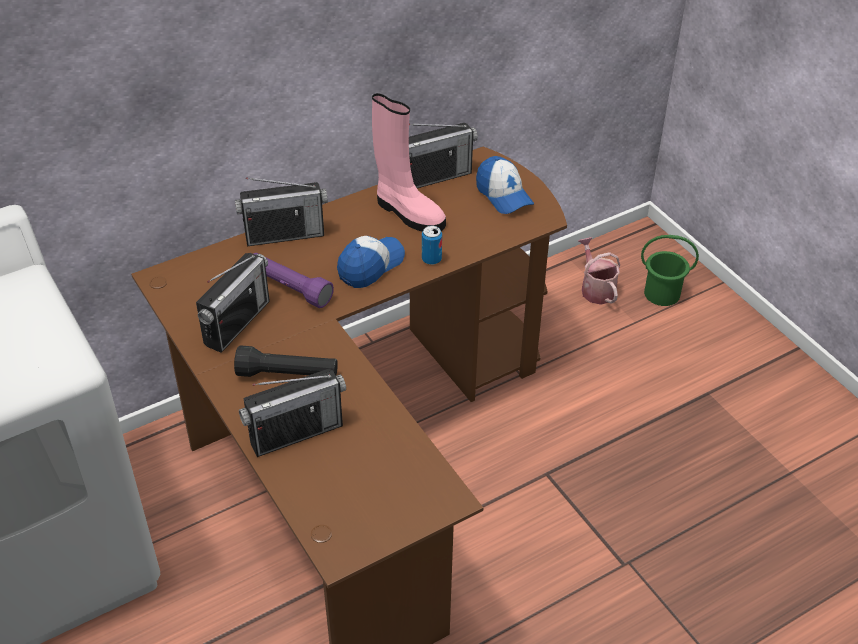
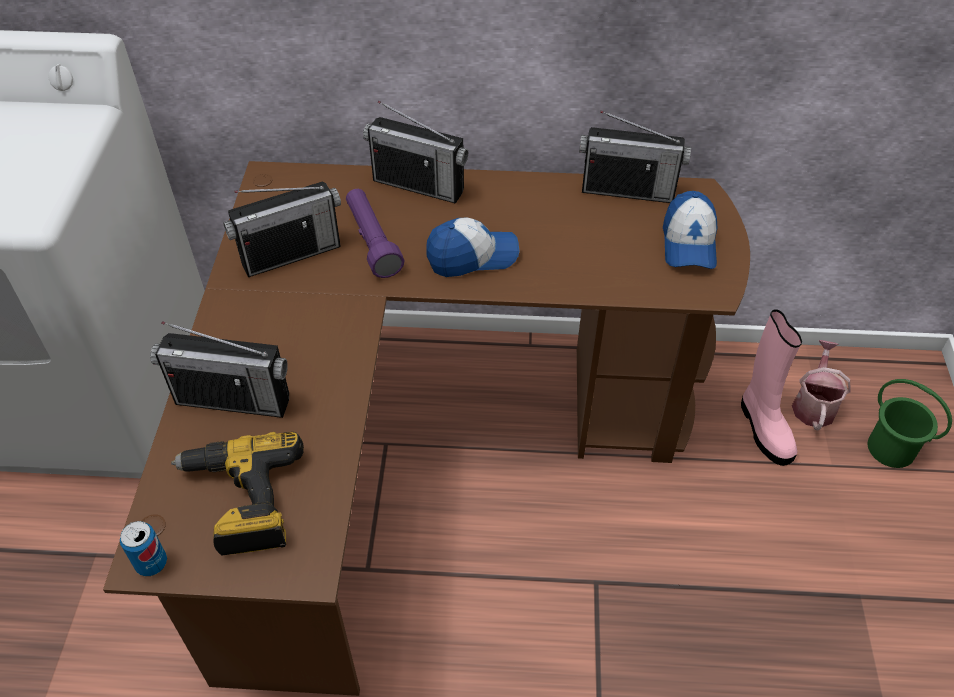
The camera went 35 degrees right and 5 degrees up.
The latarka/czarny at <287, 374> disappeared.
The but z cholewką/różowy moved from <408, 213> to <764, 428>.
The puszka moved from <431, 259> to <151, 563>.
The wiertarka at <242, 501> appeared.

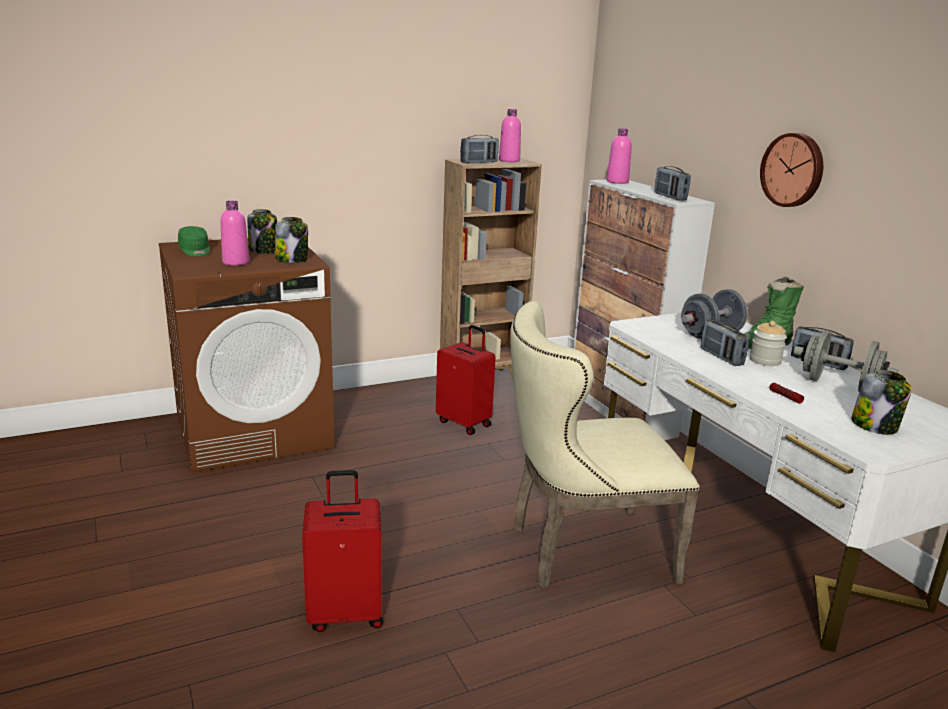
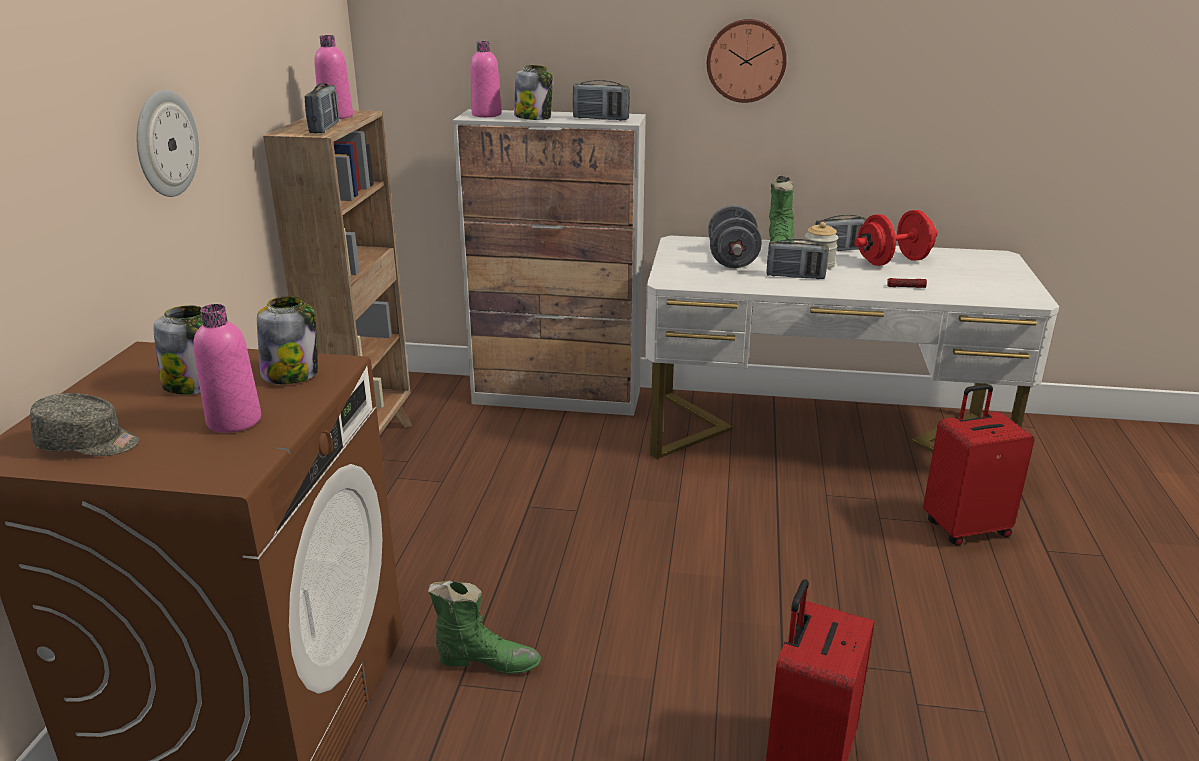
The camera went 55 degrees left and 5 degrees up.
The czapka z daszkiem/zielony at <195, 251> became the czapka z daszkiem/szary at <89, 444>.
The walizka/czerwony moved from <465, 423> to <965, 528>.
The krzesło/beżowy at <580, 551> disappeared.
The hantel/szary at <838, 385> became the hantel/czerwony at <893, 261>.
The słoik moved from <875, 426> to <533, 117>.
The zegar ścienny at <165, 143> appeared.
The but z cholewką/zielony at <486, 661> appeared.

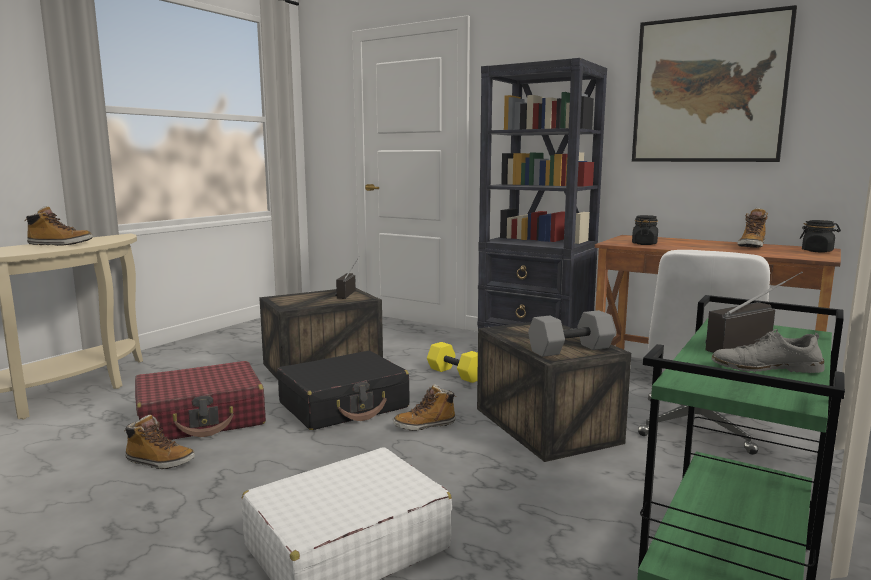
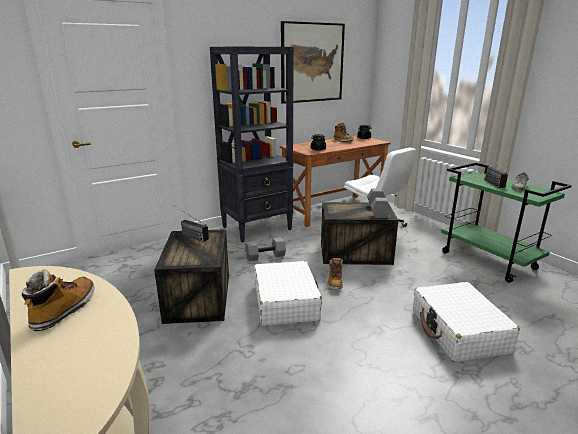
The camera went 65 degrees left and 10 degrees up.
The but z cholewką at <159, 462> disappeared.
The walizka/czerwony at <202, 418> disappeared.
The walizka/czarny at <344, 406> became the walizka/biały at <286, 302>.
The hantel/żółty at <457, 374> became the hantel/szary at <265, 256>.

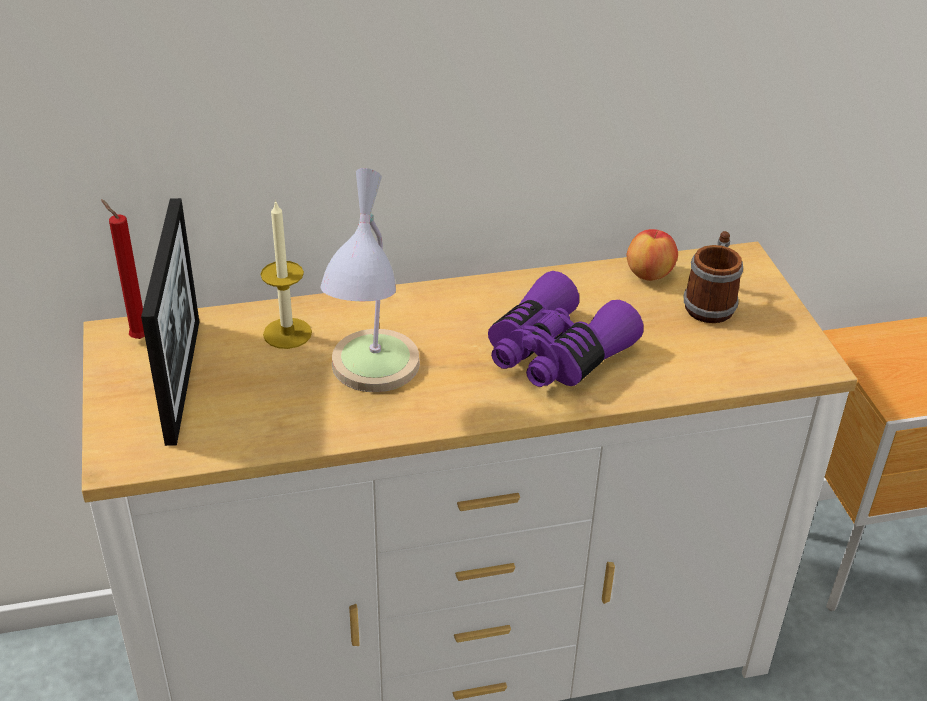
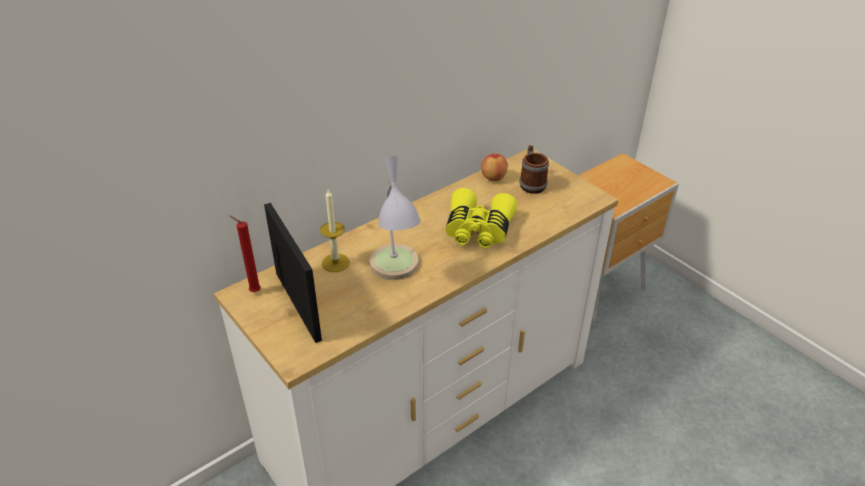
The camera went 25 degrees left and 0 degrees up.
The lornetka/fioletowy at <555, 353> became the lornetka/żółty at <478, 230>.

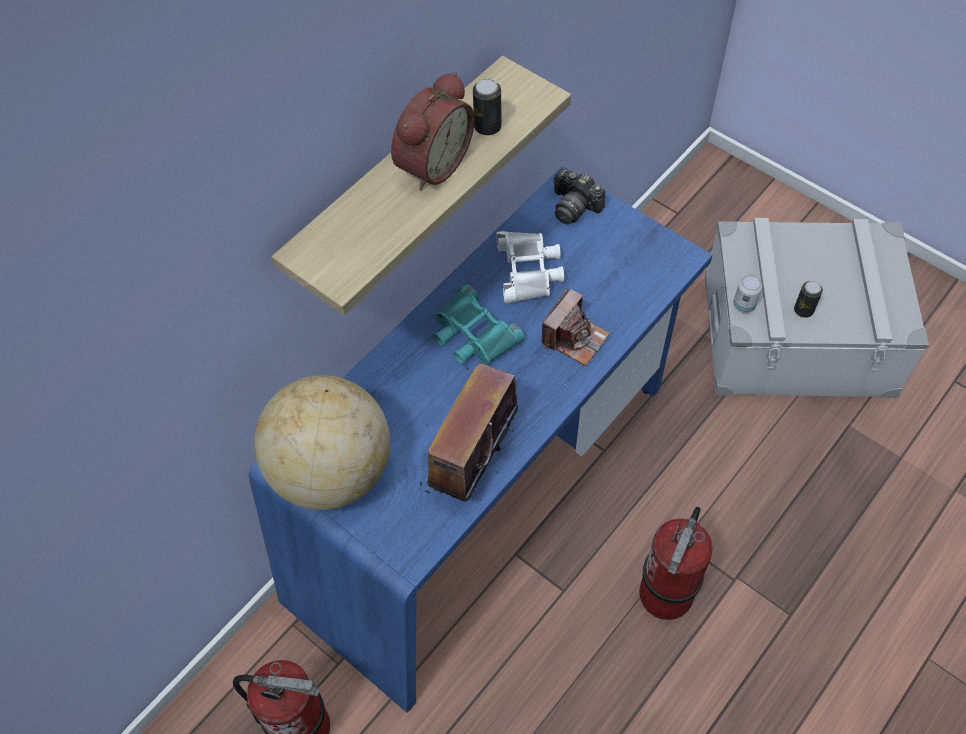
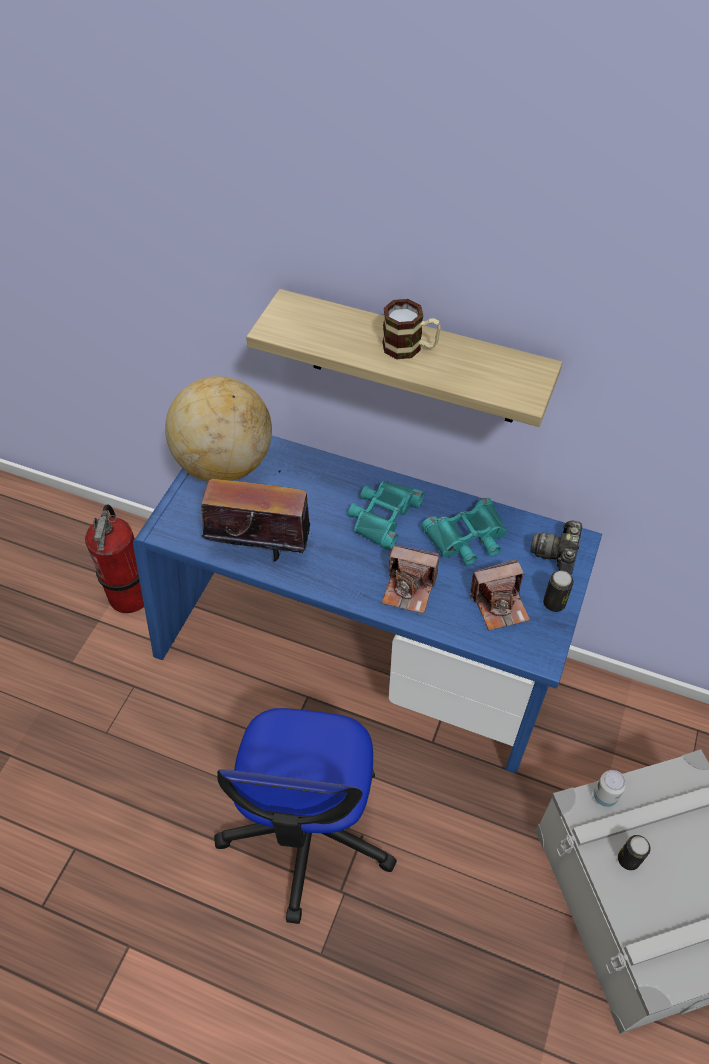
The camera went 70 degrees right and 5 degrees down.
The budzik at <431, 164> was replaced by the kubek at <410, 348>.
The puszka moved from <487, 127> to <554, 603>.
The lornetka/biały at <529, 270> became the lornetka/turkusowy at <467, 538>.
The gaśnica at <667, 593> was replaced by the krzesło biurowe at <308, 831>.
The aparat fotograficzny at <499, 605> appeared.

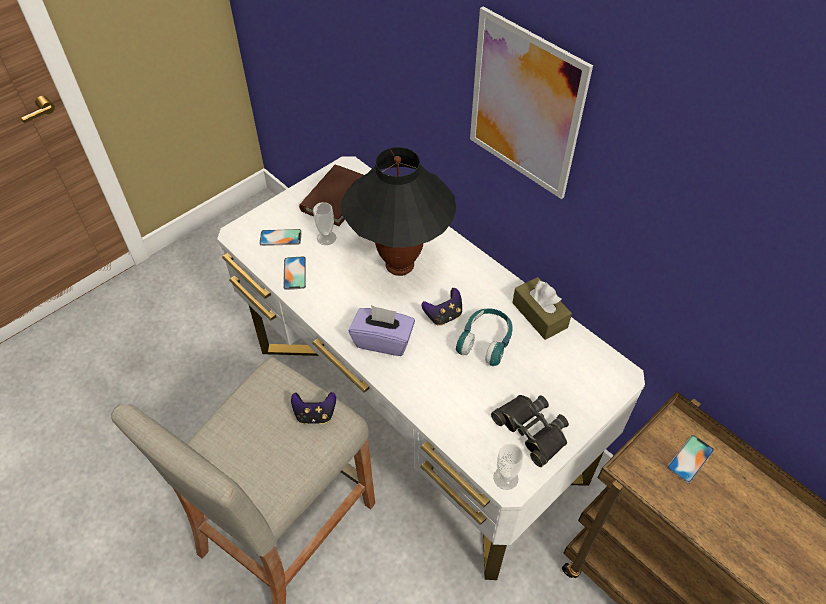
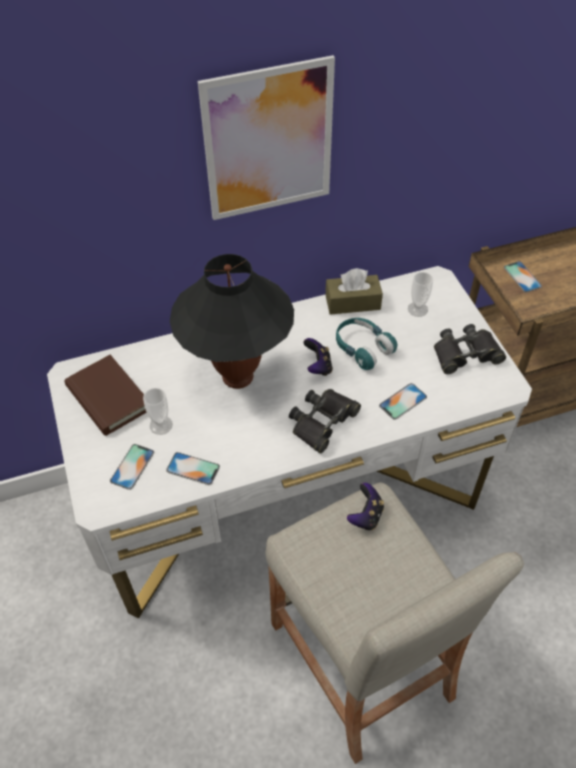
The camera went 65 degrees left and 0 degrees up.
The pudełko chusteczek/fioletowy at <383, 340> was replaced by the lornetka/czarny at <322, 422>.
The filiżanka moved from <505, 478> to <417, 309>.
The telefon at <403, 401> appeared.

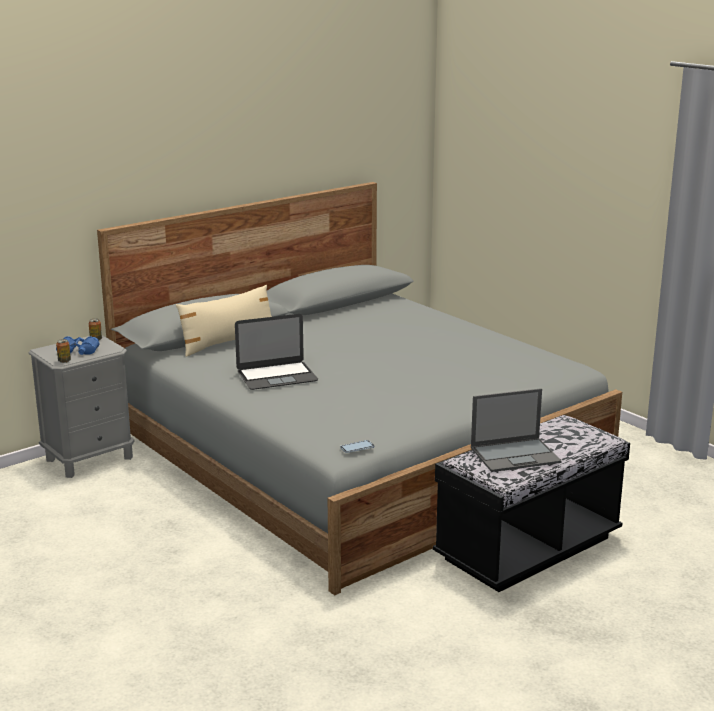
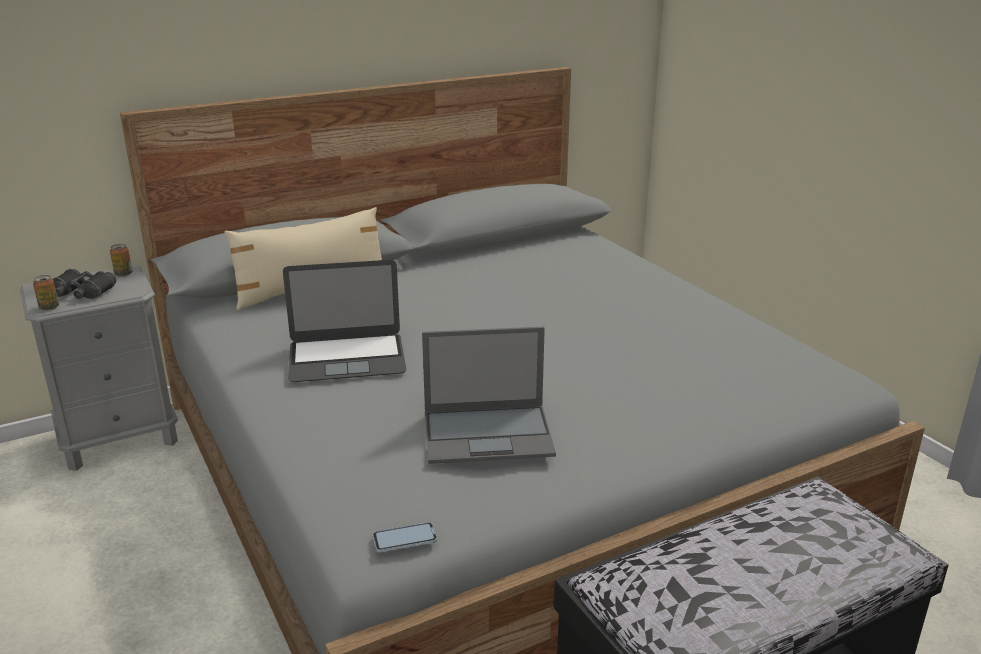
The camera went 10 degrees right and 5 degrees up.
The lornetka/niebieski at <78, 351> became the lornetka/czarny at <82, 293>.
The laptop moved from <516, 455> to <489, 433>.

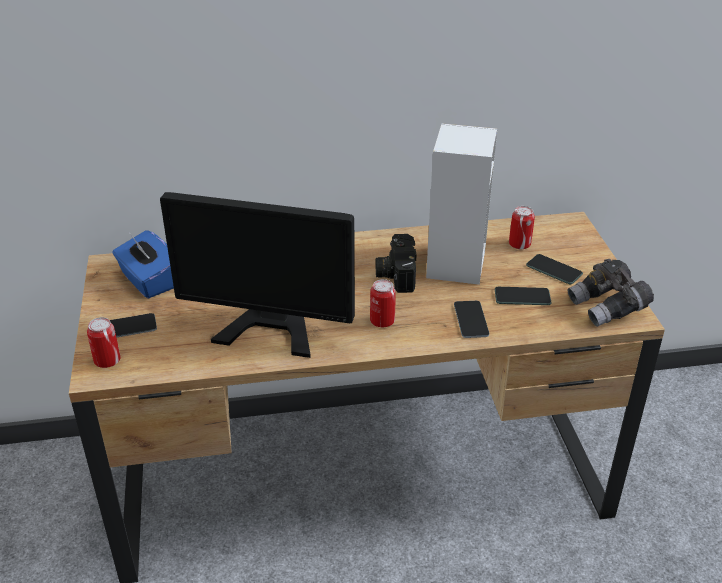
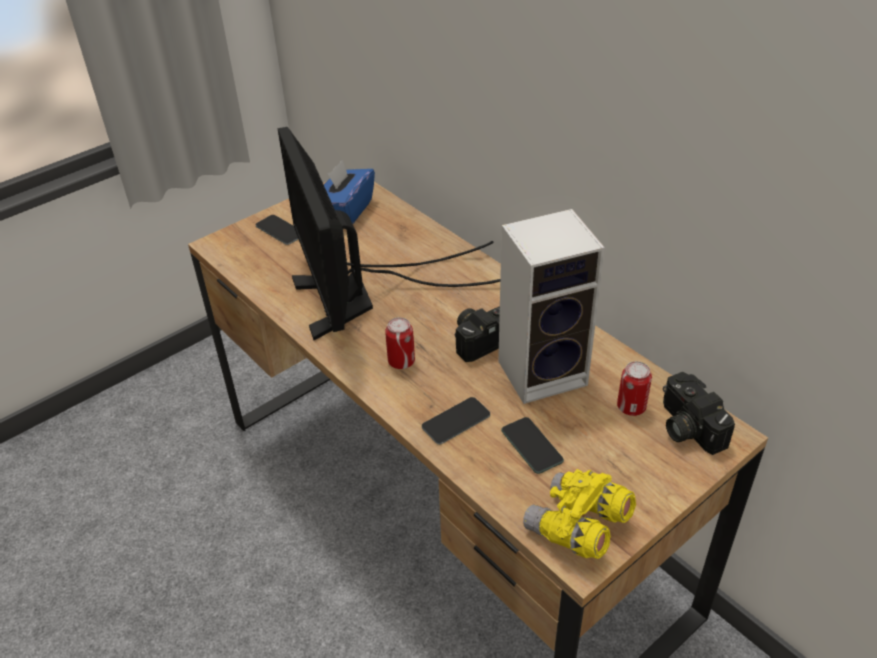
The camera went 60 degrees right and 5 degrees up.
The puszka at <107, 361> disappeared.
The telefon at <554, 270> disappeared.
The lornetka/szary at <607, 308> became the lornetka/żółty at <577, 528>.
The aparat fotograficzny at <686, 427> appeared.

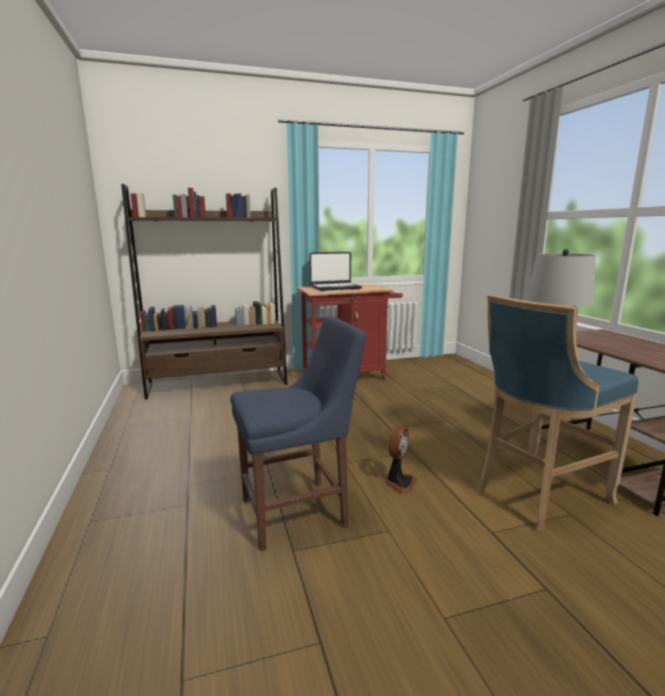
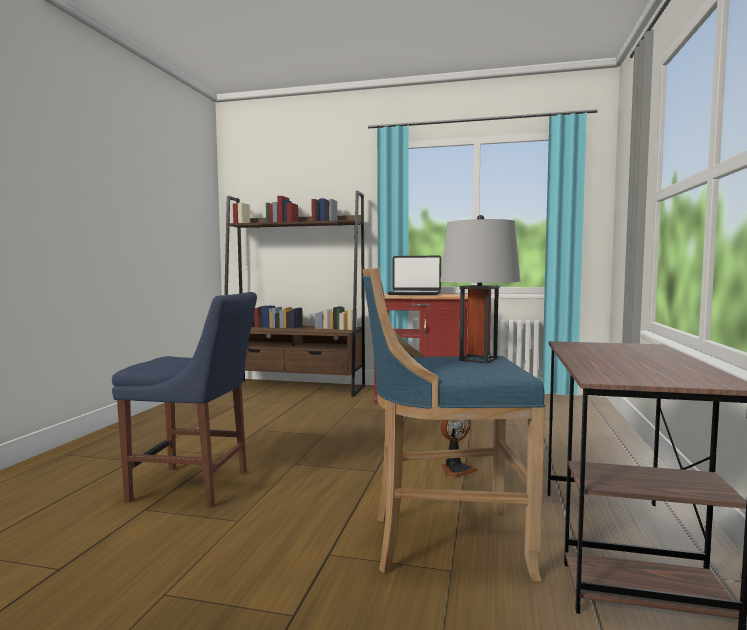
The camera went 30 degrees right and 10 degrees down.
The wentylator moved from <399, 482> to <456, 469>.

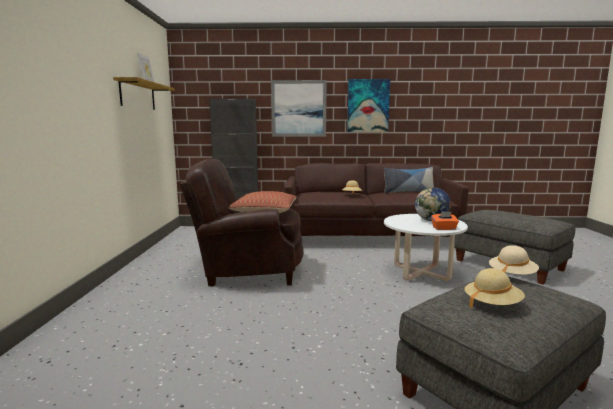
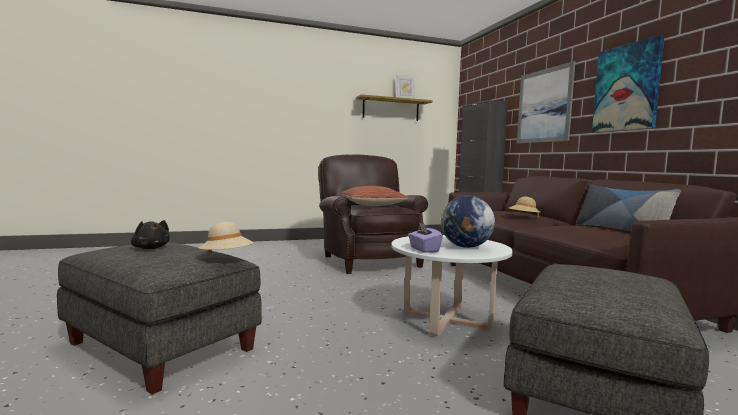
The camera went 70 degrees right and 5 degrees down.
The pudełko chusteczek/pomarańczowy at <444, 228> became the pudełko chusteczek/fioletowy at <424, 249>.
The kapelusz/beżowy at <492, 304> was replaced by the pluszak/czarny at <151, 248>.

